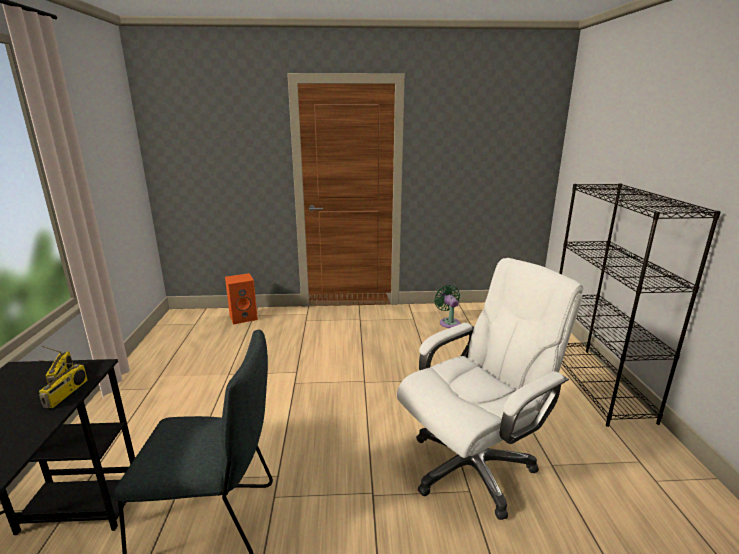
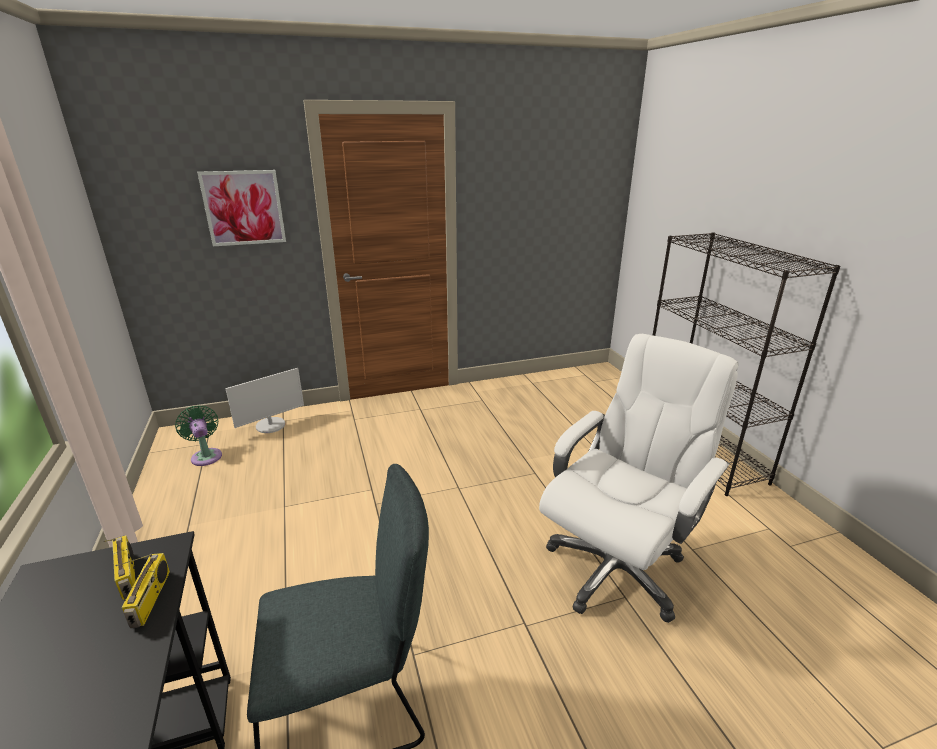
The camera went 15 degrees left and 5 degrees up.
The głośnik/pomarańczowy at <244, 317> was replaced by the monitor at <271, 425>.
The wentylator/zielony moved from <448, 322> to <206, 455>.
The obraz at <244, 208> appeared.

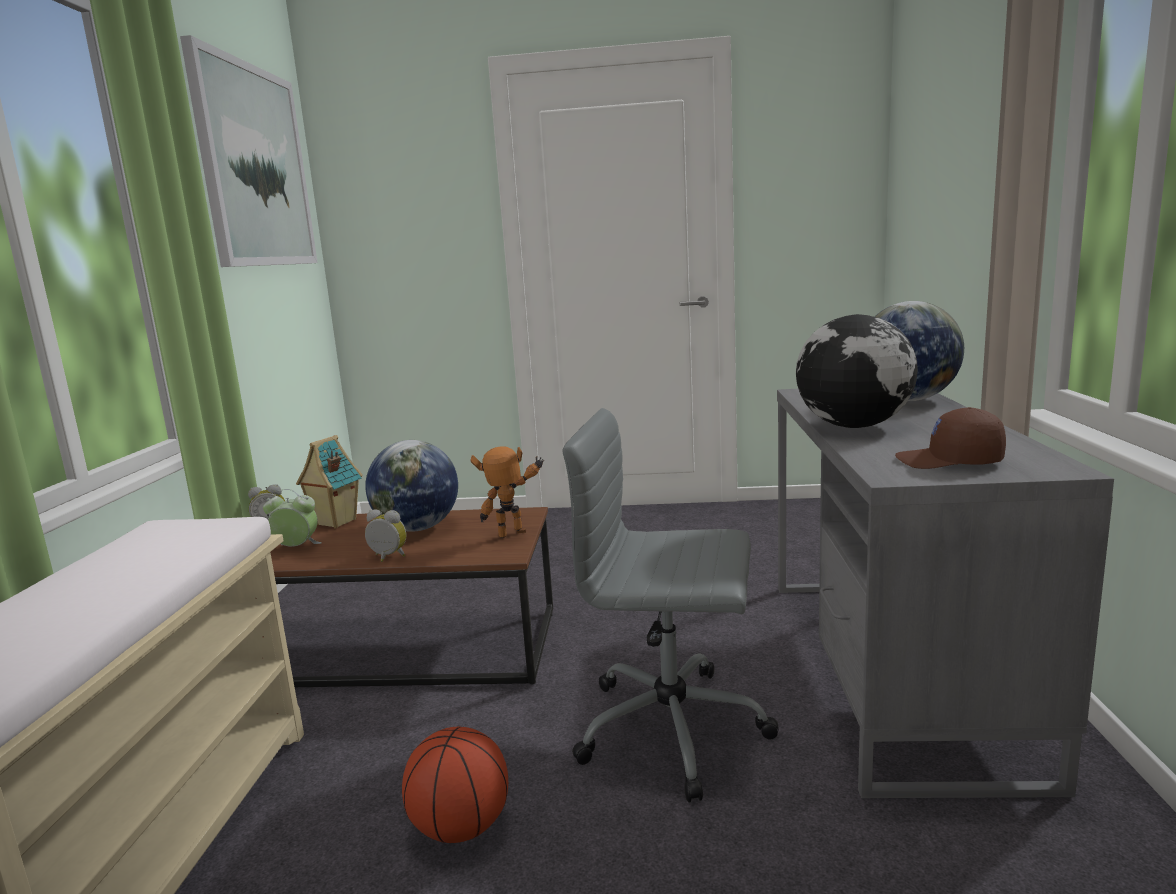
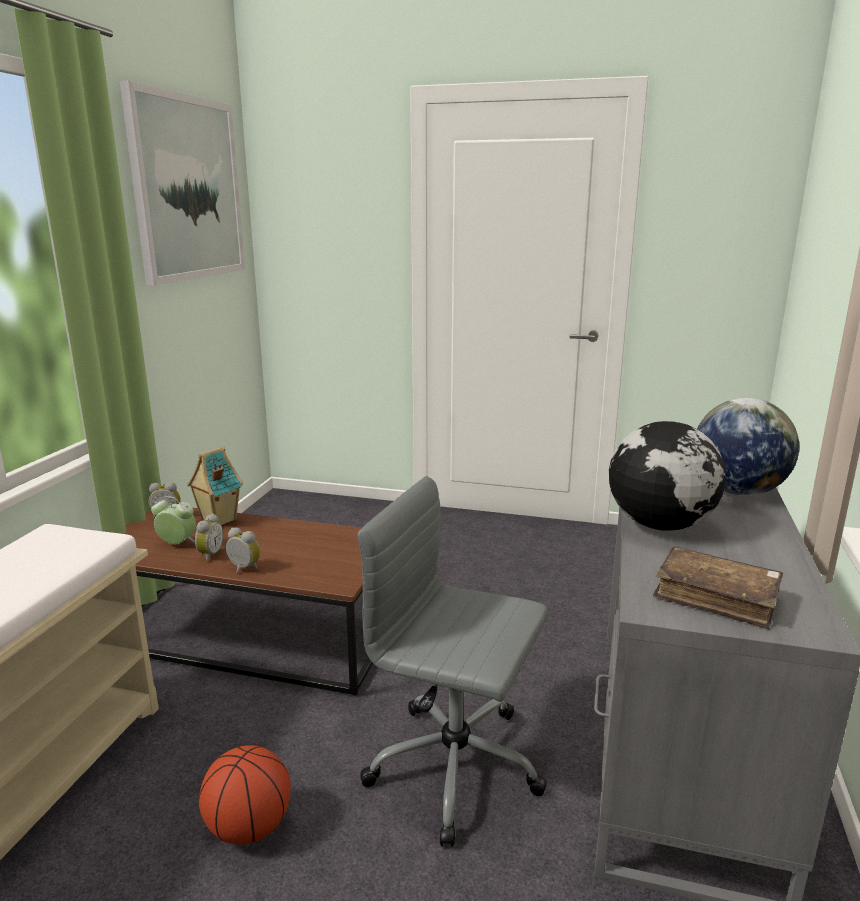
The camera went 10 degrees right and 5 degrees up.
The globus at <417, 528> disappeared.
The robot zabawkowy at <514, 536> disappeared.
The czapka z daszkiem/brązowy at <949, 462> was replaced by the książka/brązowy at <716, 597>.
The budzik at <209, 555> appeared.

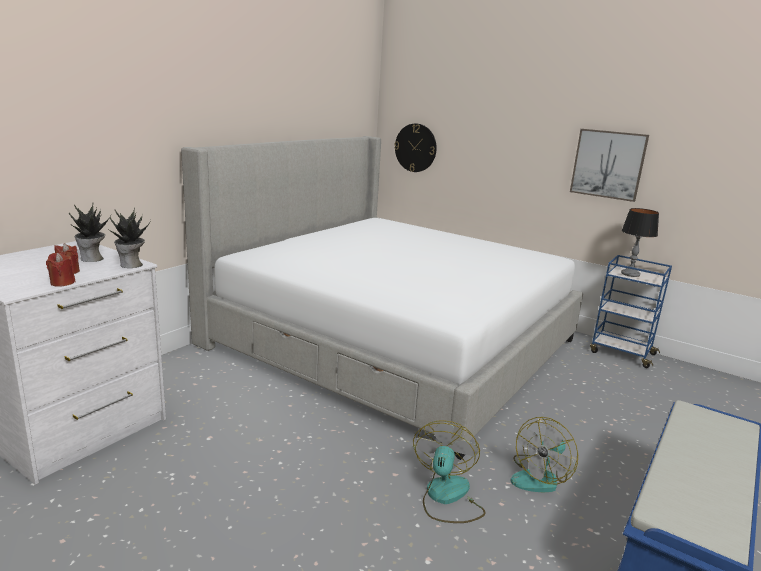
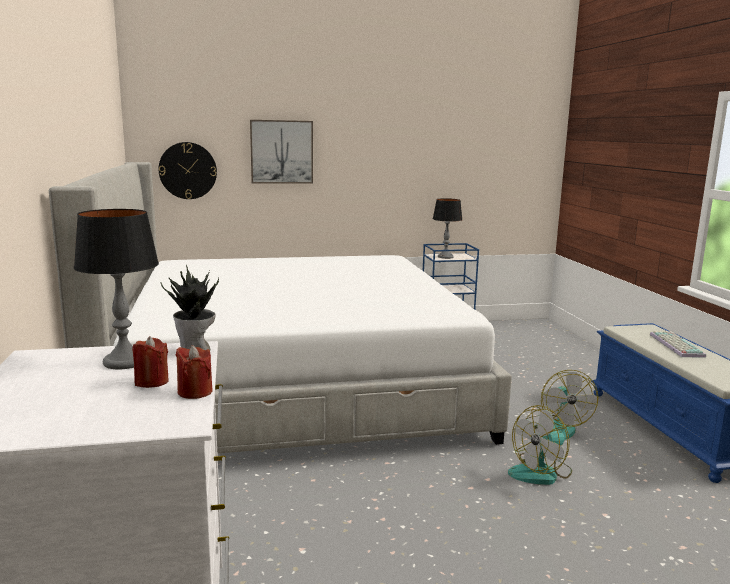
The camera went 45 degrees left and 5 degrees down.
The roślina doniczkowa at <92, 259> was replaced by the lampa stołowa at <125, 362>.
The wentylator at <446, 497> turned 90 degrees counterclockwise.
The obraz moved from <608, 164> to <281, 152>.
The klawiatura at <674, 345> appeared.

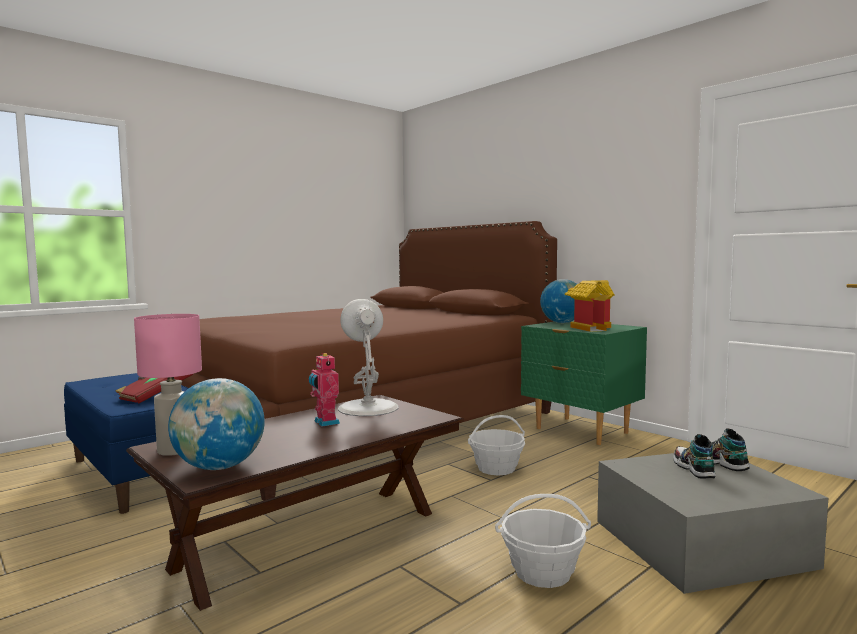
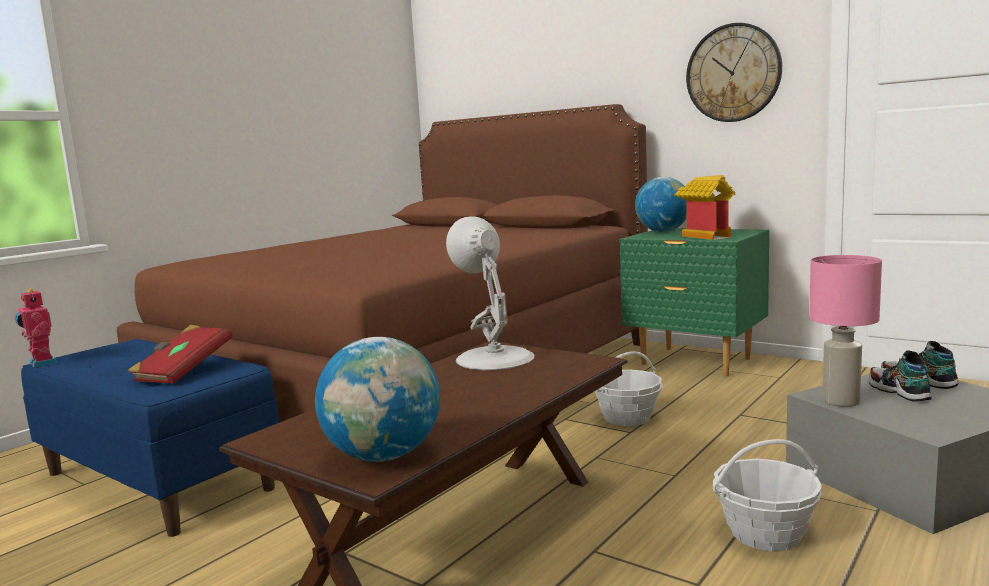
The camera went 10 degrees left and 5 degrees up.
The lampa stołowa/różowy moved from <173, 451> to <840, 402>.
The robot zabawkowy moved from <325, 422> to <41, 363>.
The zegar ścienny at <733, 73> appeared.

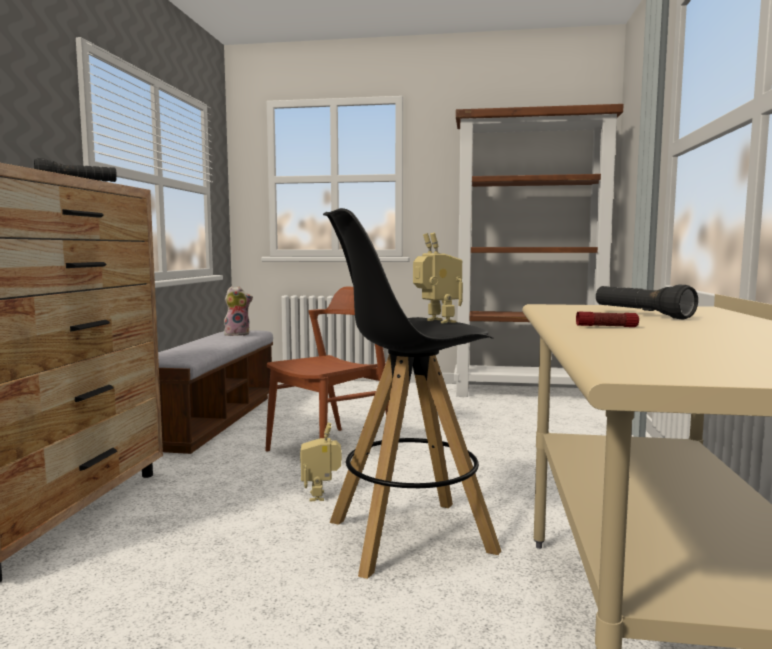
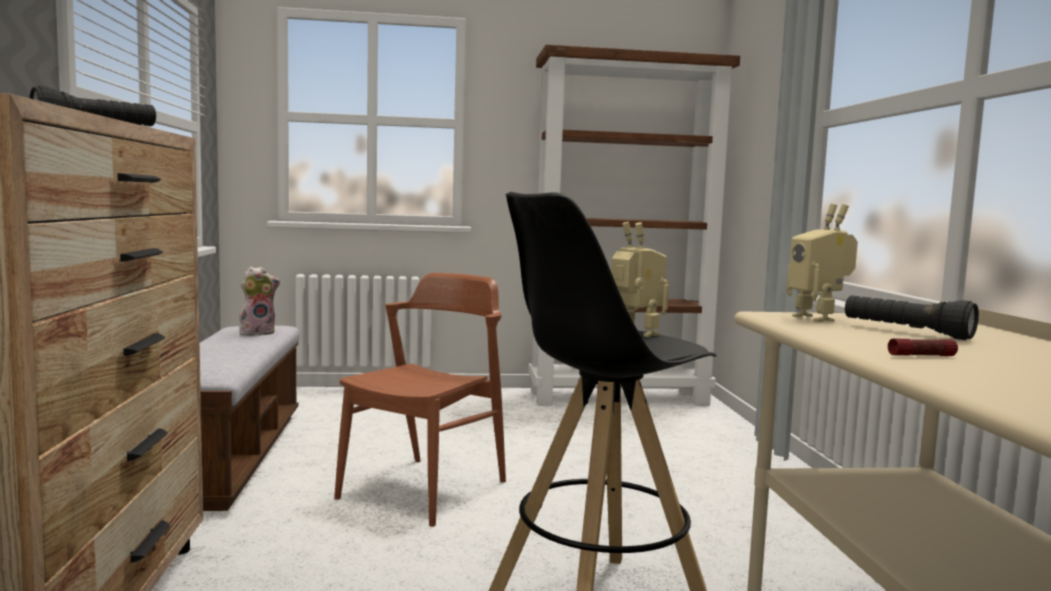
The camera went 15 degrees left and 0 degrees up.
The robot zabawkowy moved from <321, 496> to <818, 318>.

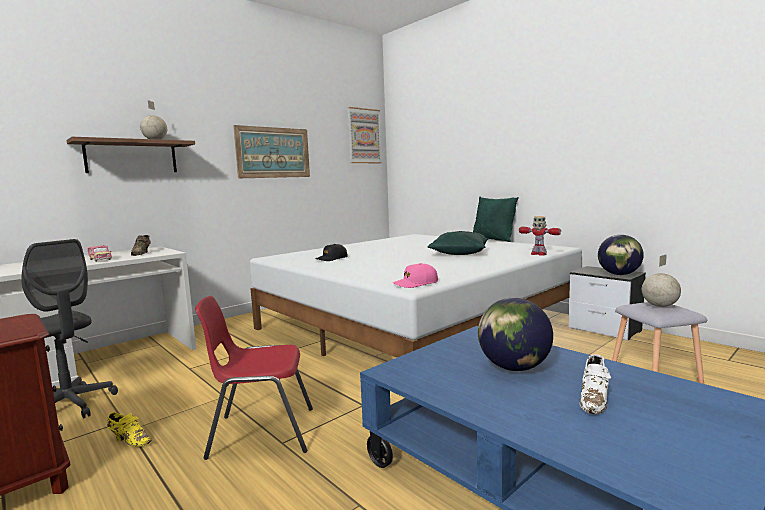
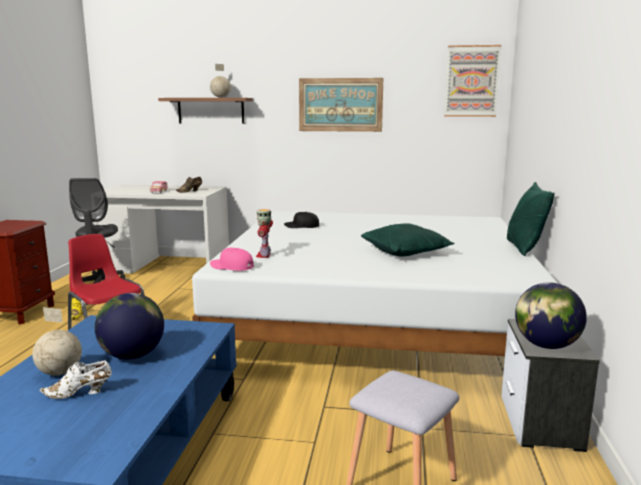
The camera went 50 degrees right and 5 degrees up.
The robot zabawkowy moved from <538, 254> to <264, 255>.
The globus moved from <659, 306> to <60, 372>.

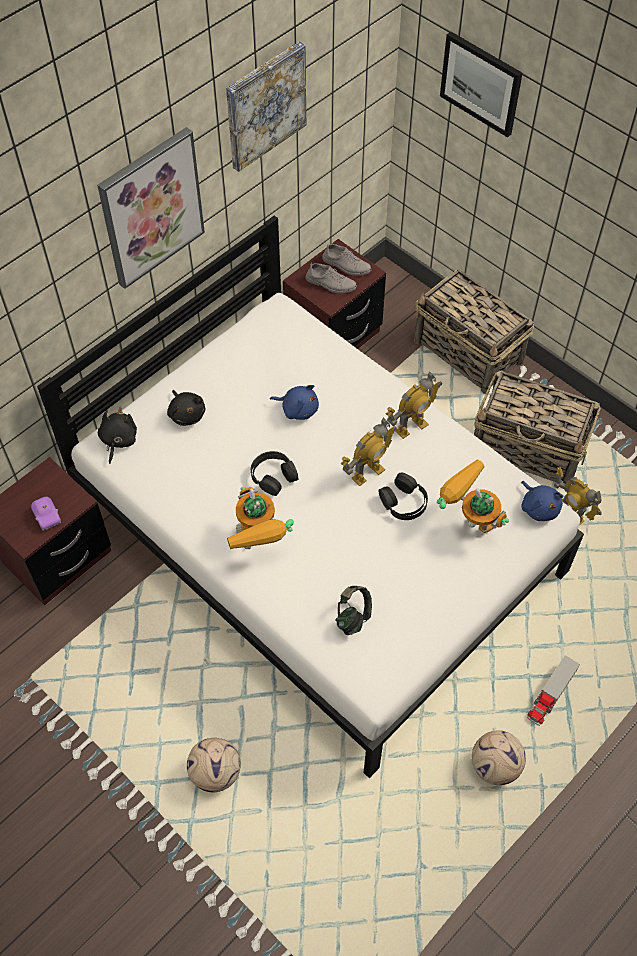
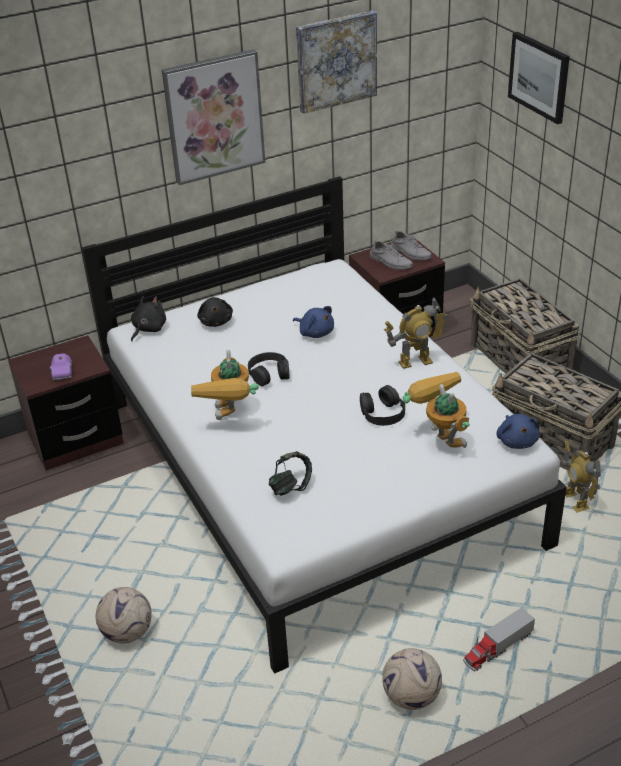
The camera went 20 degrees right and 20 degrees down.
The robot zabawkowy at <367, 473> disappeared.

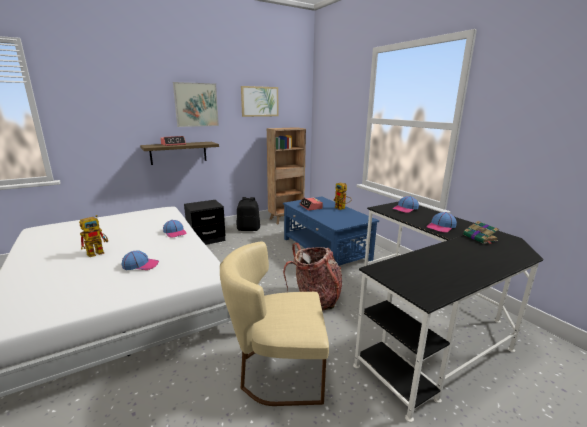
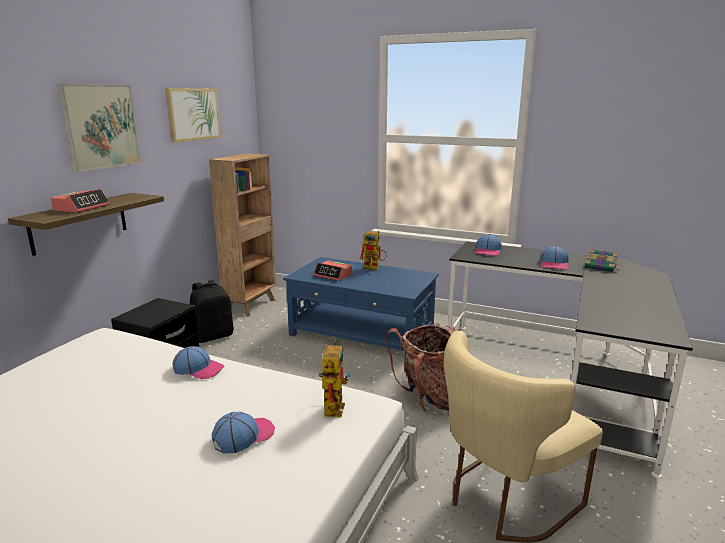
The camera went 35 degrees left and 0 degrees up.
The robot zabawkowy moved from <98, 252> to <333, 406>.

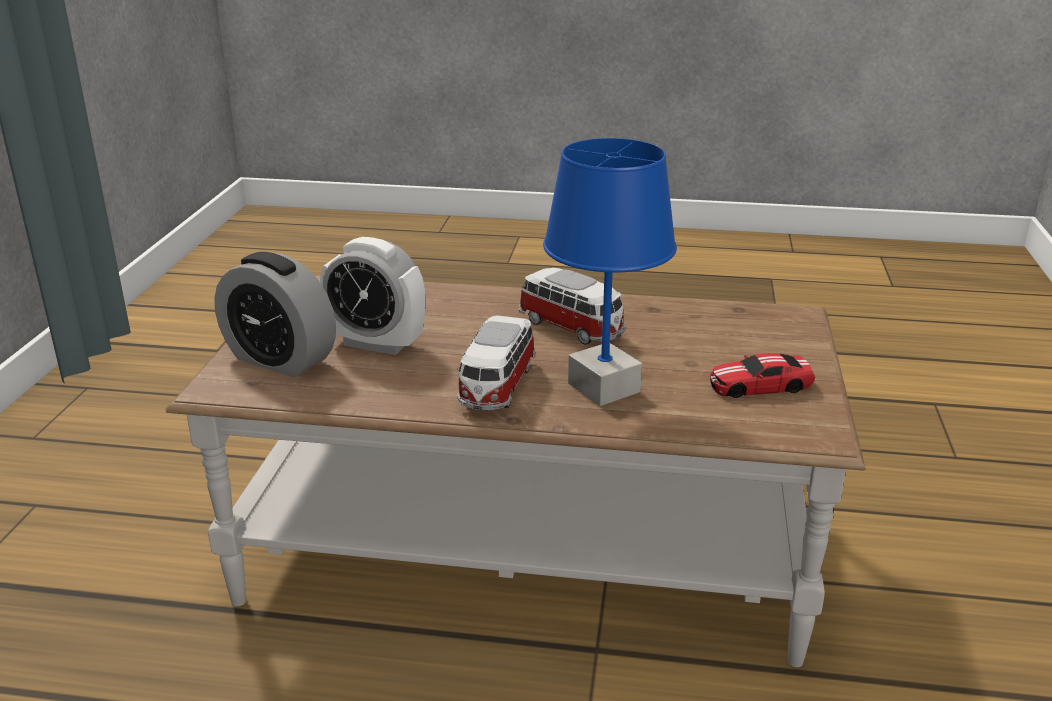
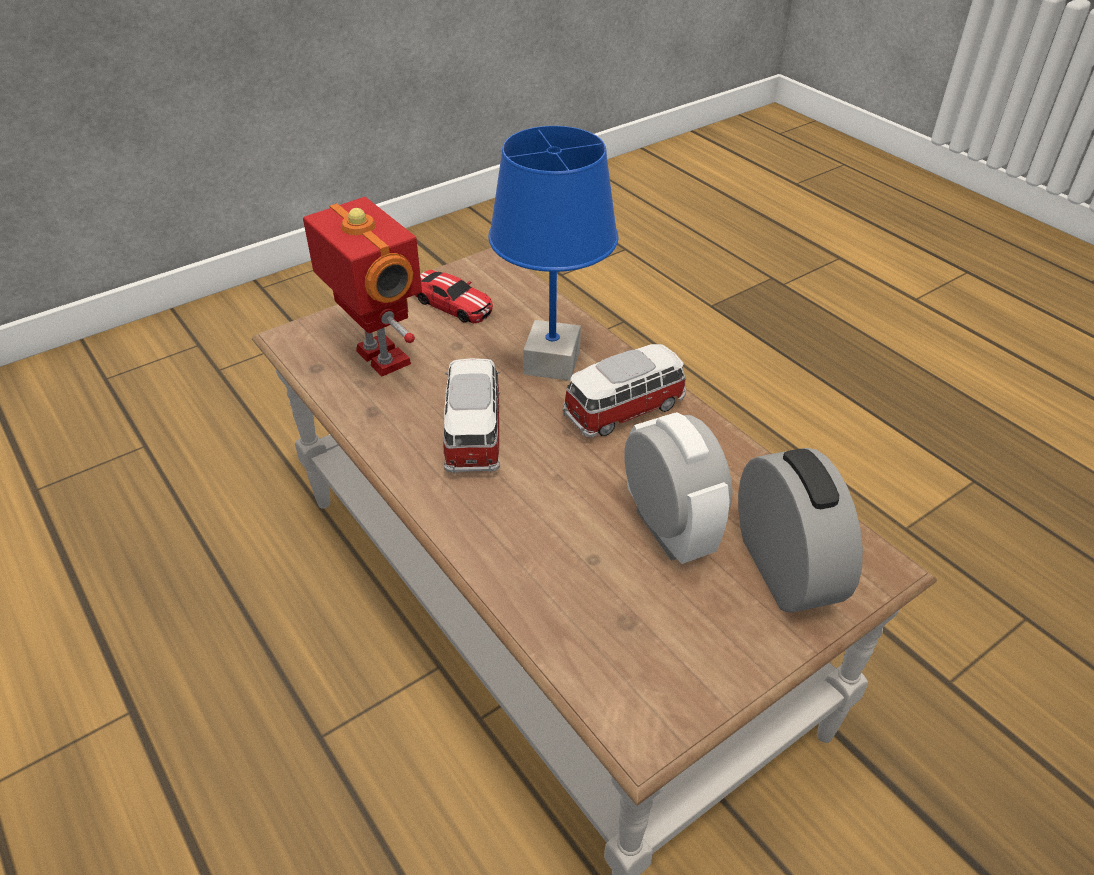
The camera went 135 degrees left and 15 degrees up.
The robot zabawkowy at <379, 359> appeared.

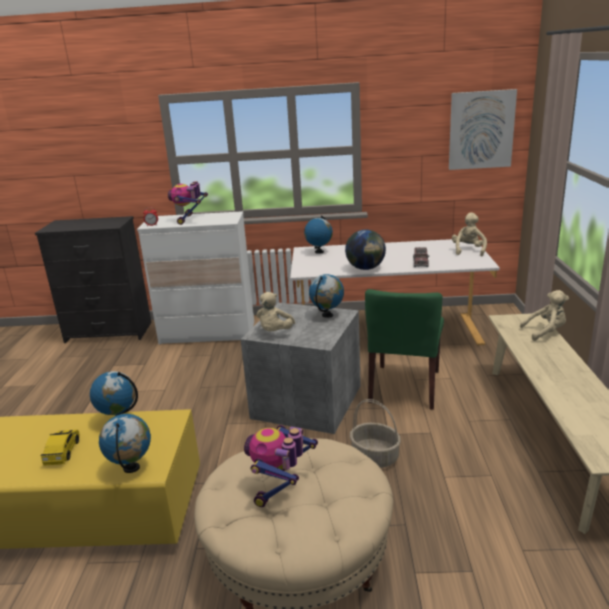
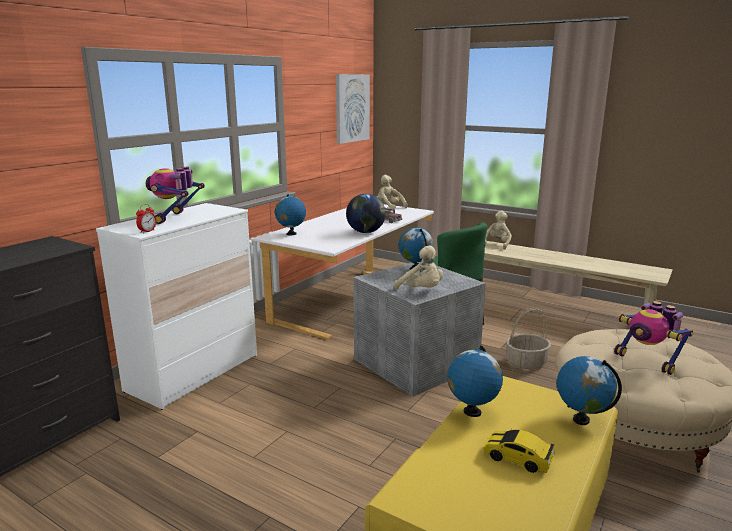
The camera went 60 degrees left and 5 degrees down.
The robot zabawkowy at <190, 219> turned 60 degrees clockwise.

